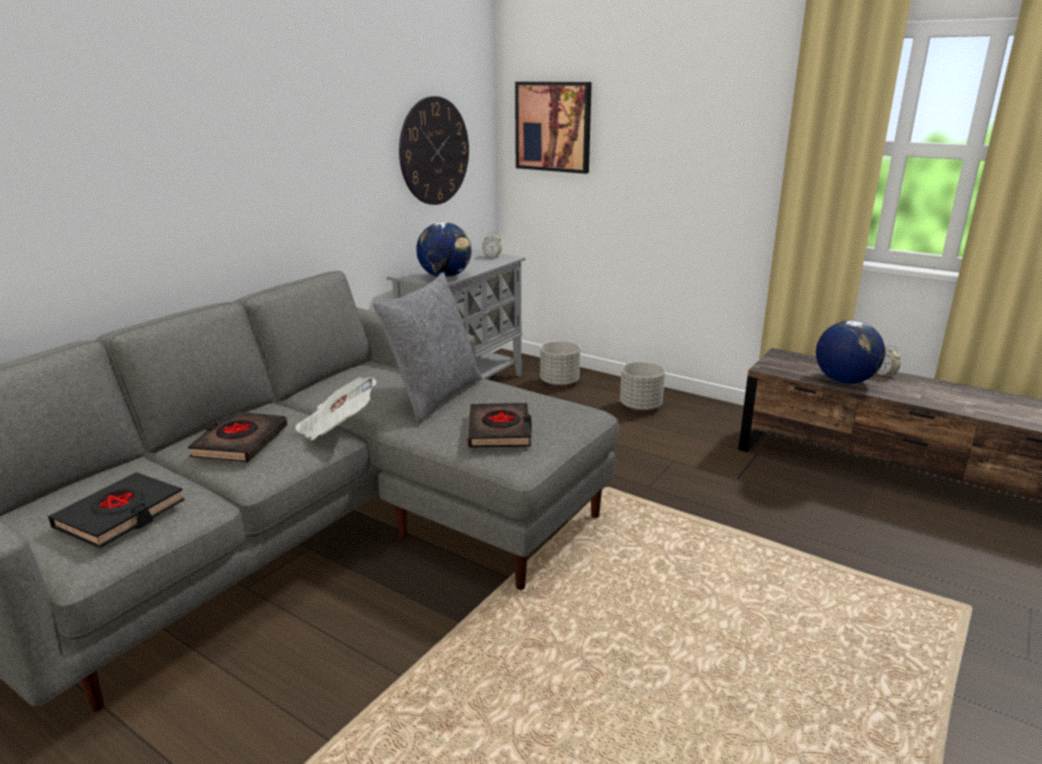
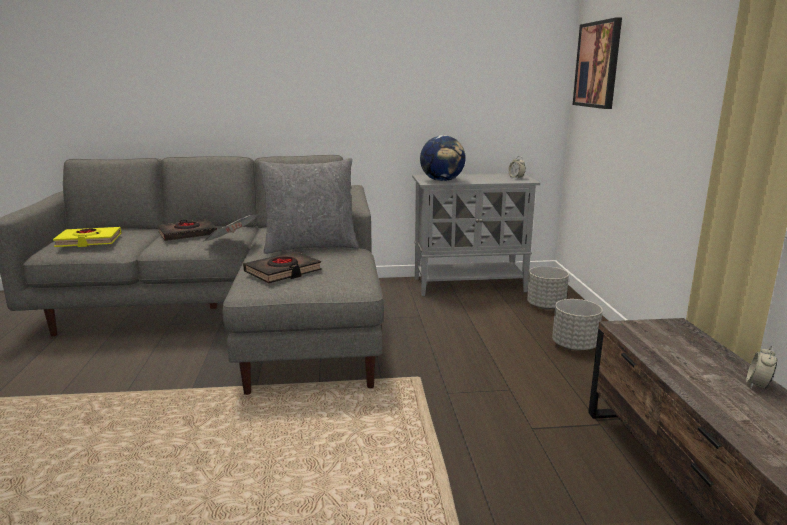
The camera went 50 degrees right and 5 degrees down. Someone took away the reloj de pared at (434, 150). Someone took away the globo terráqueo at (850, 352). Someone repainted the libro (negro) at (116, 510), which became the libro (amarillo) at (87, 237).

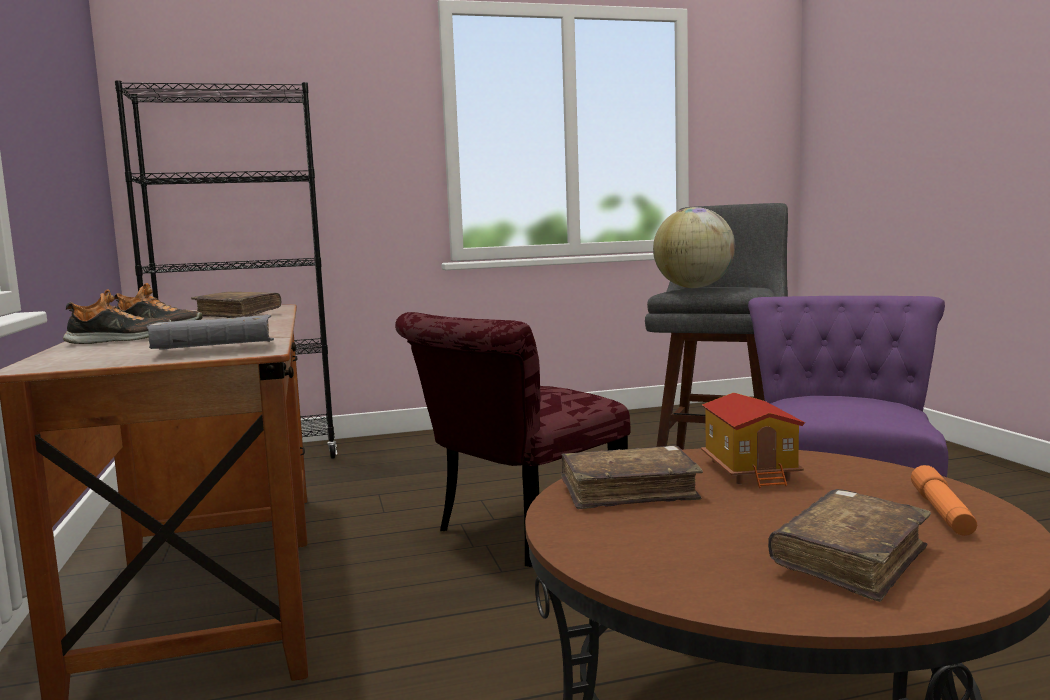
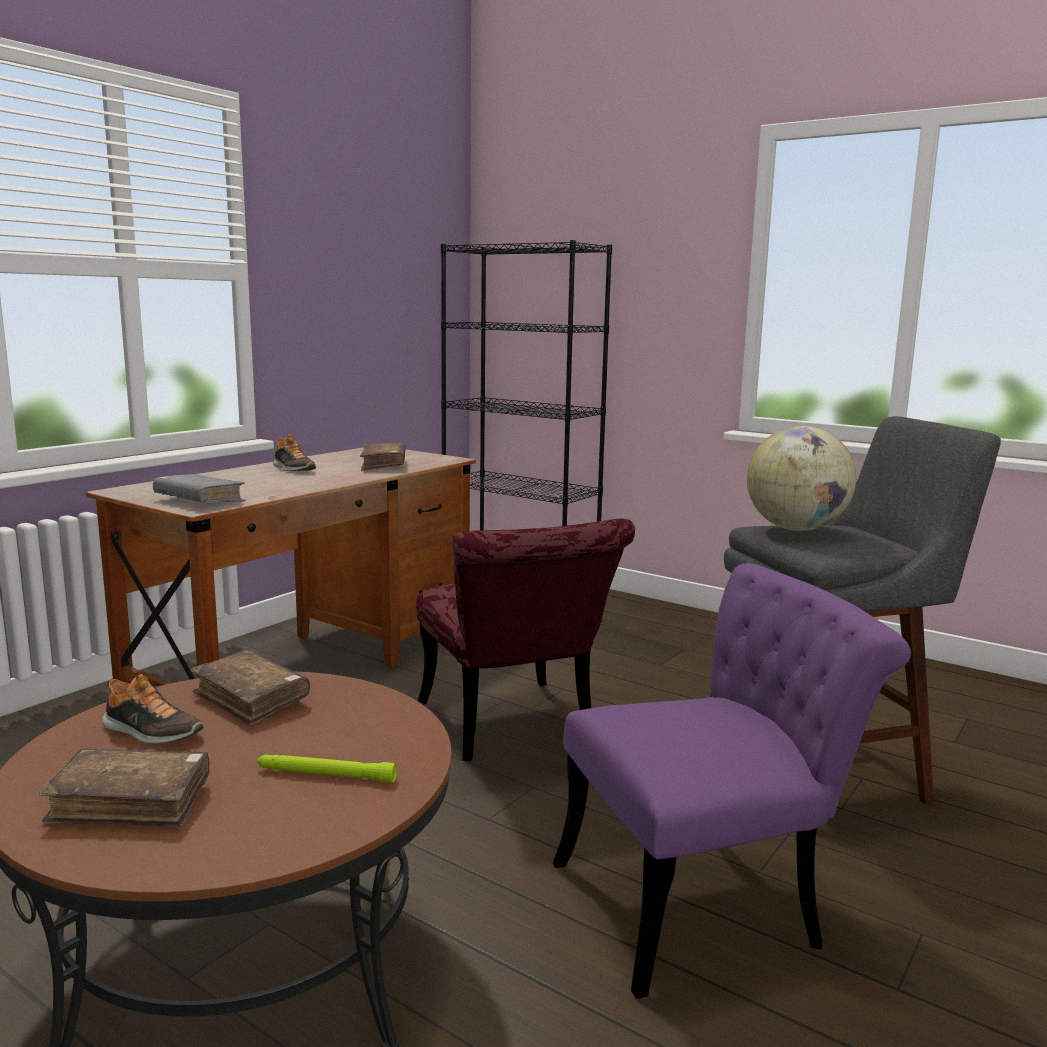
The camera went 50 degrees right and 5 degrees up. Someone took away the casita at (753, 440). Someone took away the linterna (naranja) at (944, 500). Someone put down the linterna (verde) at (327, 769). Someone carried the zapato from (117, 316) to (153, 709). Someone rotated the silla (rojo) at (513, 439) by 120 degrees counterclockwise.

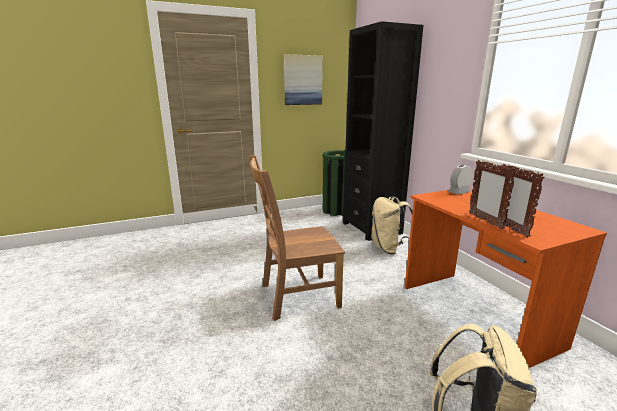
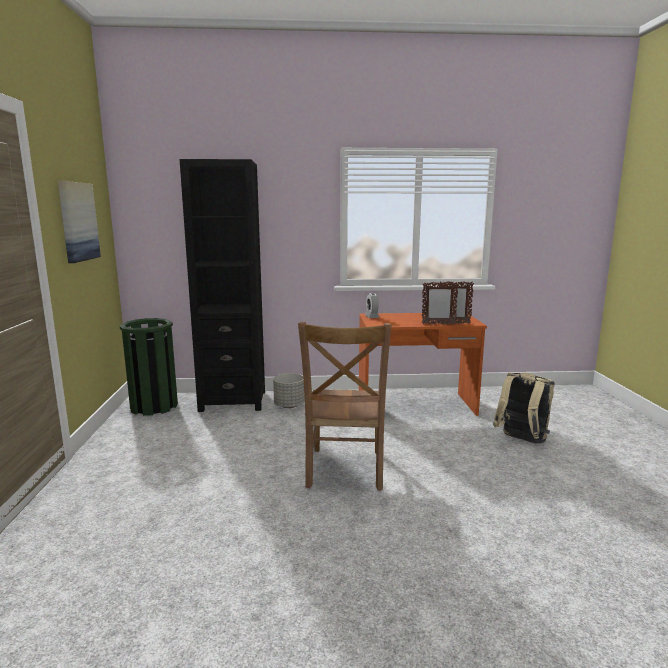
The camera went 70 degrees left and 5 degrees down. Someone swapped the mochila (beis) at (392, 225) for the maceta (gris) at (289, 390).

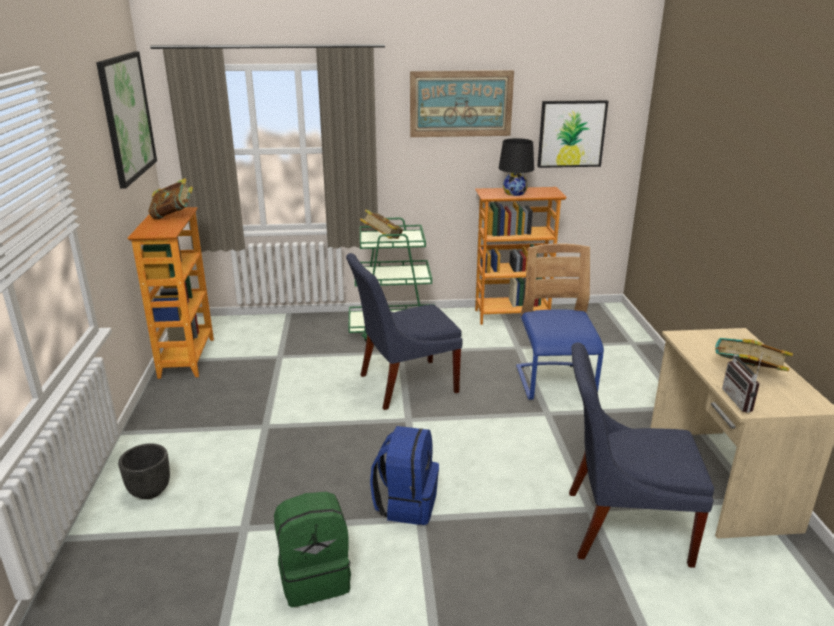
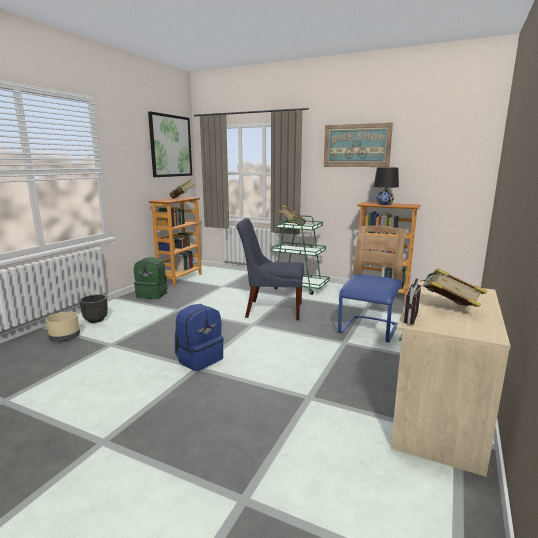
The camera went 30 degrees right and 10 degrees down. Someone took away the cuadro at (572, 134). Someone took away the silla (azul) at (641, 455). Someone put down the maceta (beis) at (63, 327). Someone carried the mochila (verde) from (312, 549) to (151, 278).

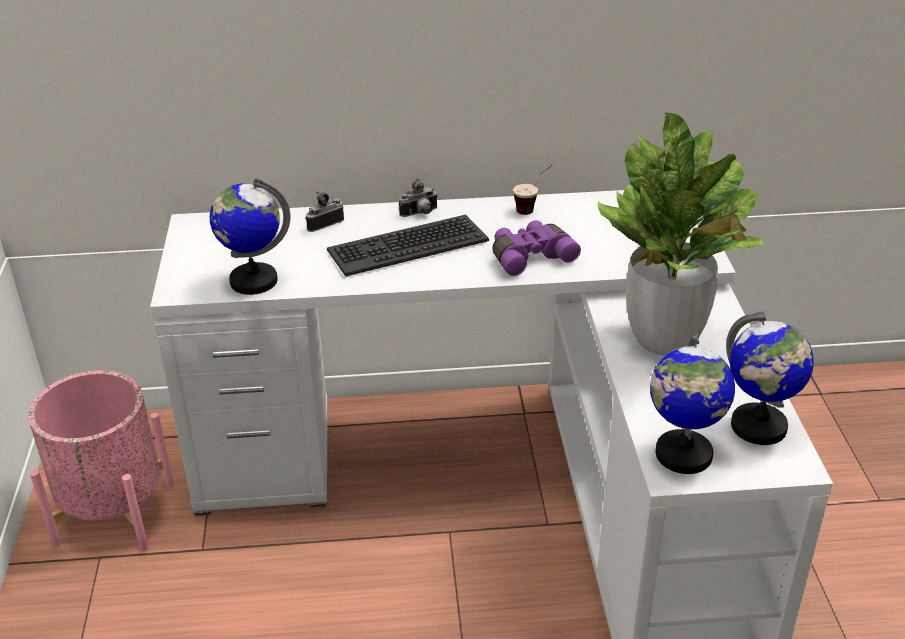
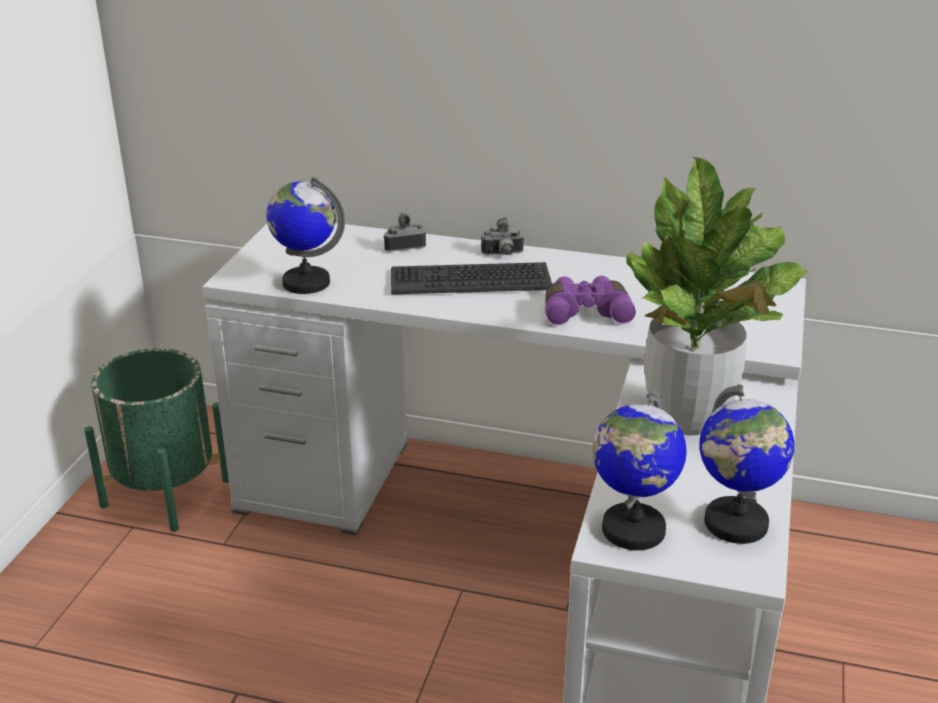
The camera went 20 degrees right and 5 degrees down. Someone took away the taza at (532, 190). Someone repainted the maceta (rosa) at (101, 460), which became the maceta (verde) at (156, 440).

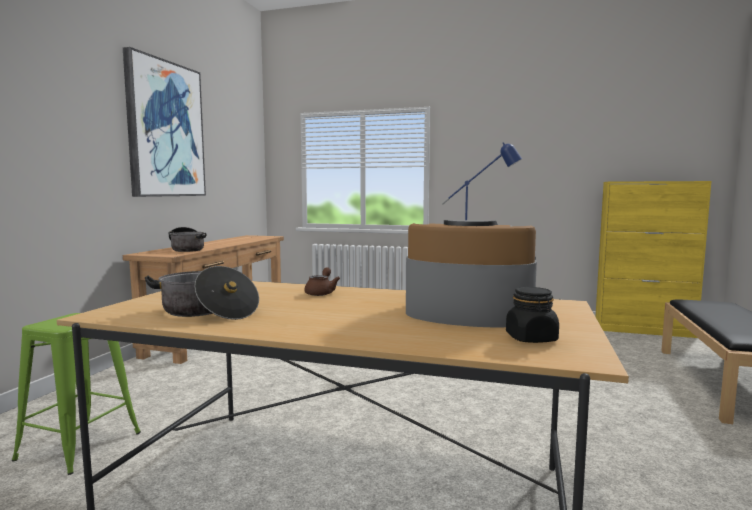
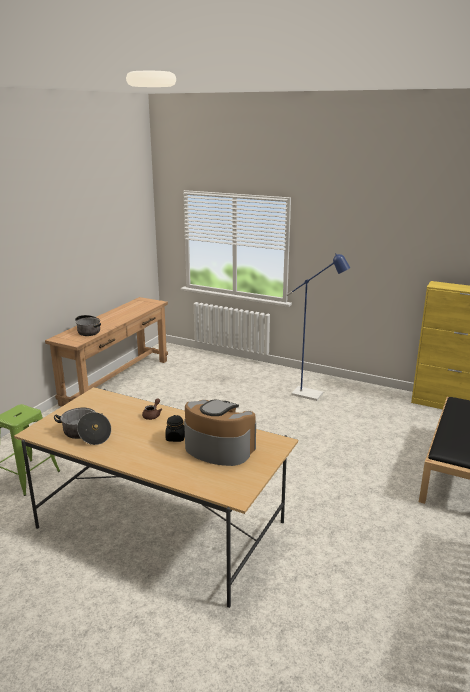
The camera went 10 degrees right and 15 degrees up. Someone took away the cuadro at (164, 122). Someone carried the tarro (negro) from (532, 315) to (175, 428).

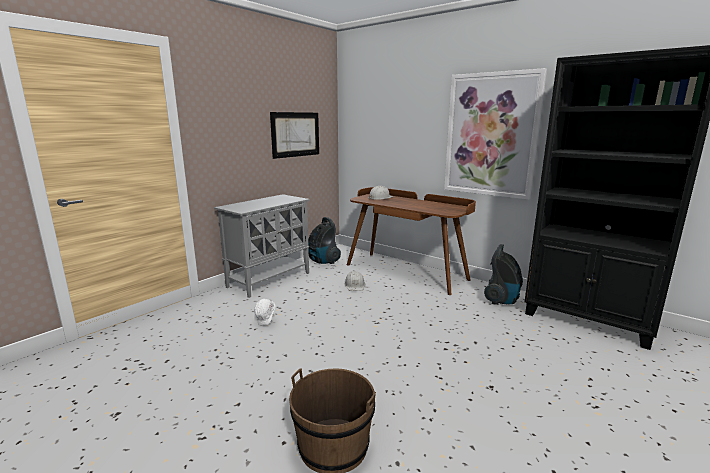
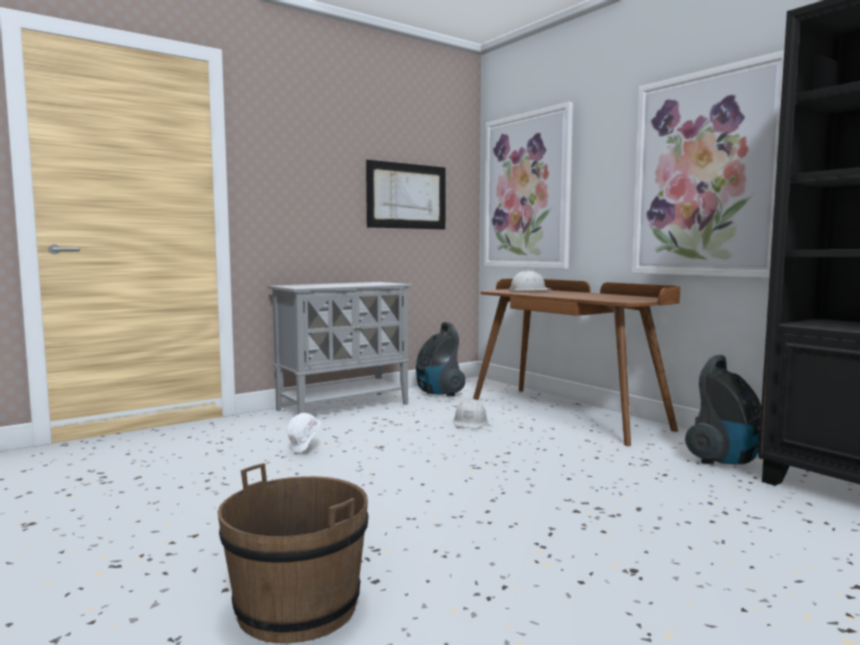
The camera went 15 degrees right and 10 degrees down. Someone put up the cuadro at (528, 185).

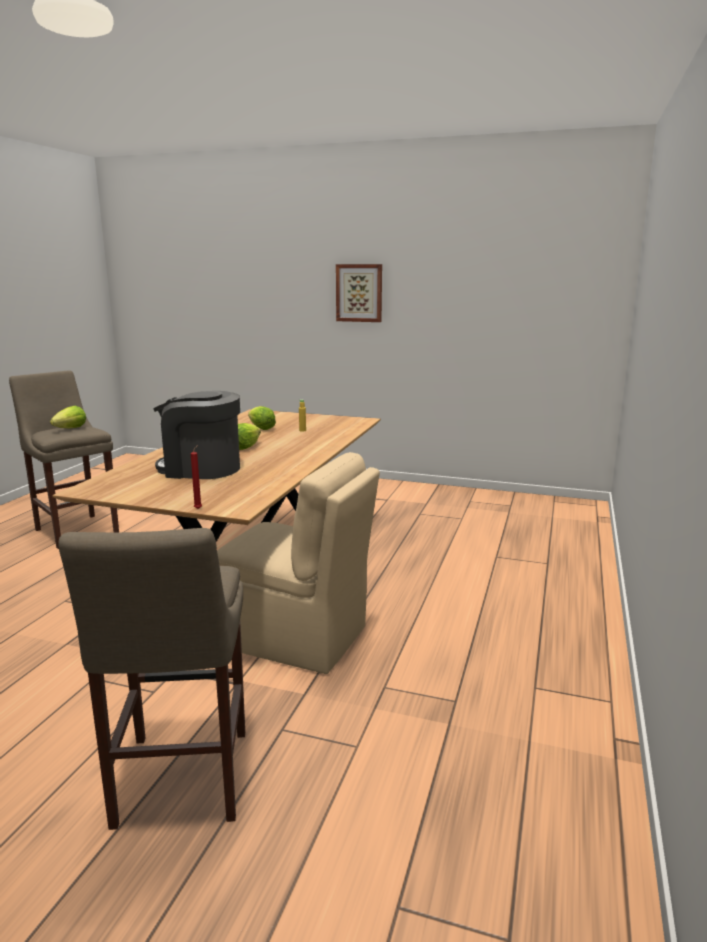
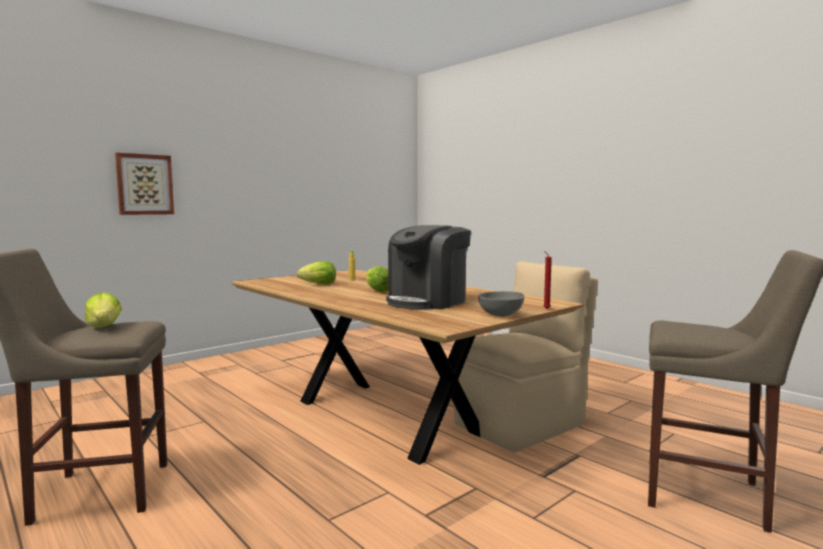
The camera went 60 degrees left and 10 degrees down. Someone put down the cuenco (gris) at (501, 303). Someone carried the cuadro from (359, 293) to (144, 183).

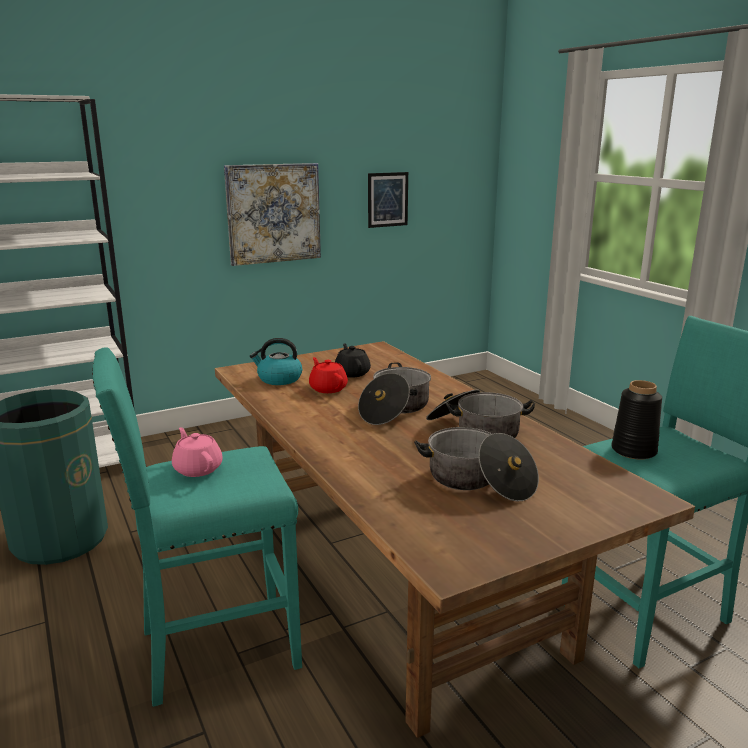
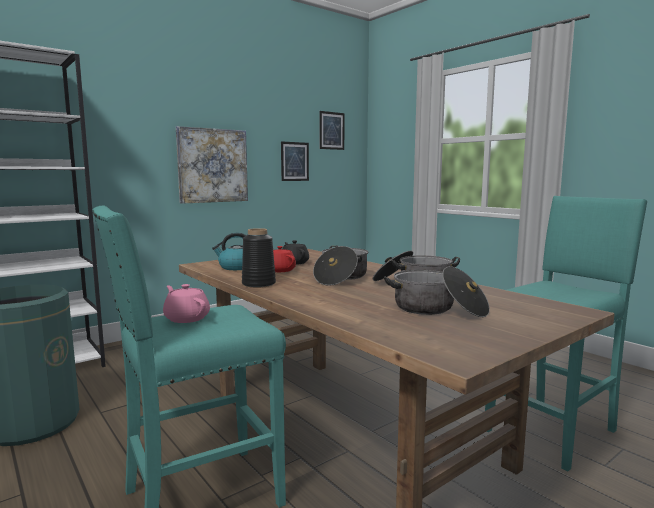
The camera went 10 degrees left and 10 degrees down. Someone put up the cuadro at (332, 130). Someone carried the florero (negro) from (636, 420) to (259, 258).

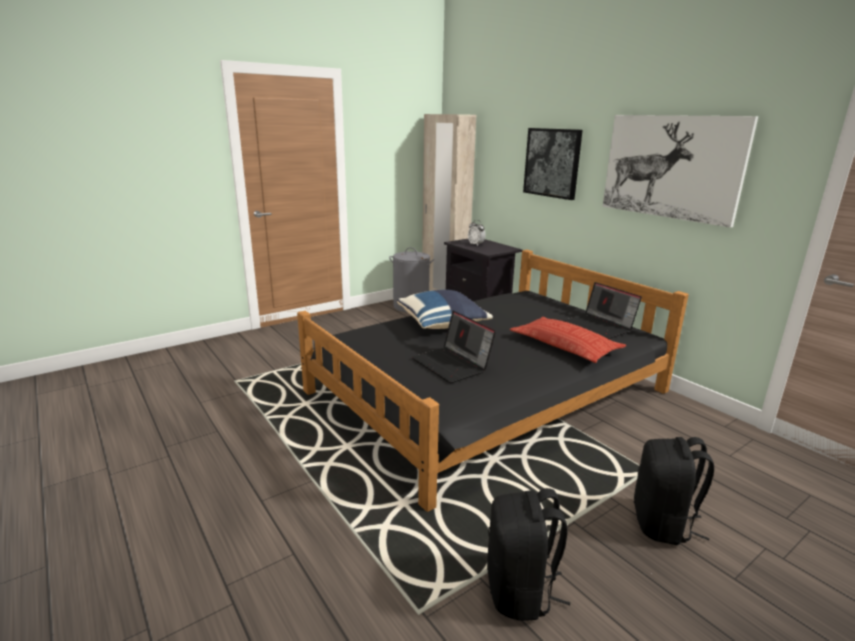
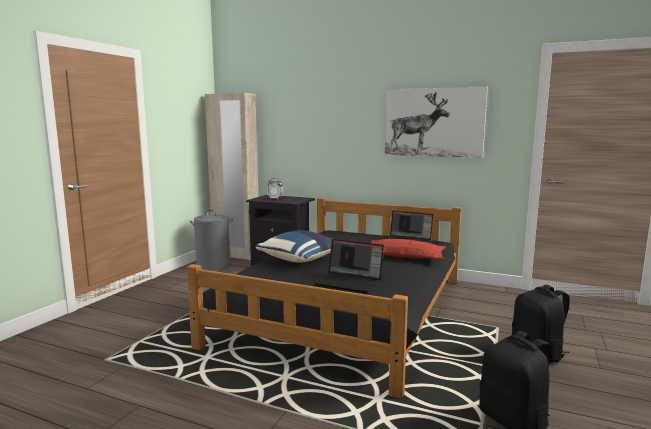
The camera went 30 degrees left and 10 degrees down. Someone took away the cuadro at (553, 164).

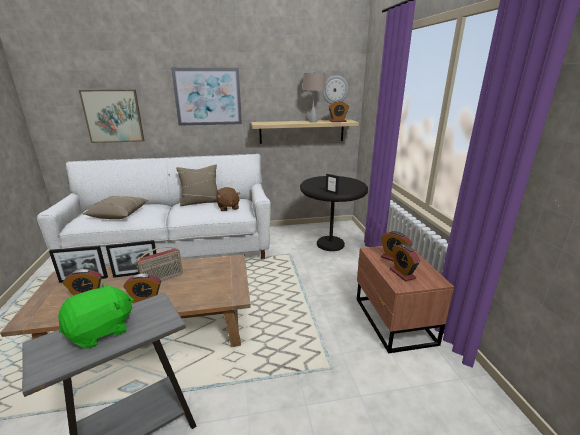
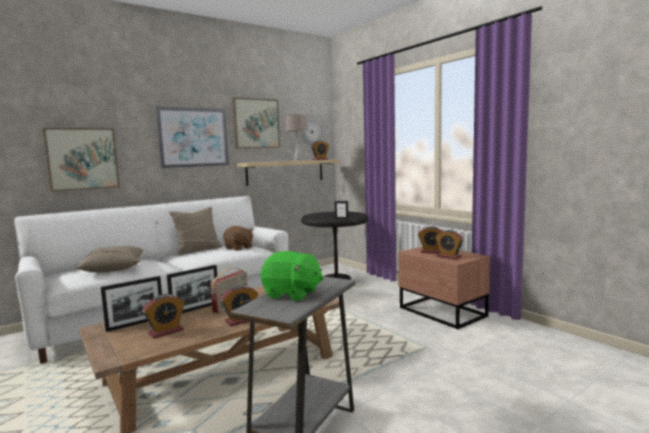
The camera went 25 degrees left and 15 degrees down. Someone put up the cuadro at (256, 123). Someone rotated the peluche (verde) at (96, 315) by 90 degrees clockwise.

